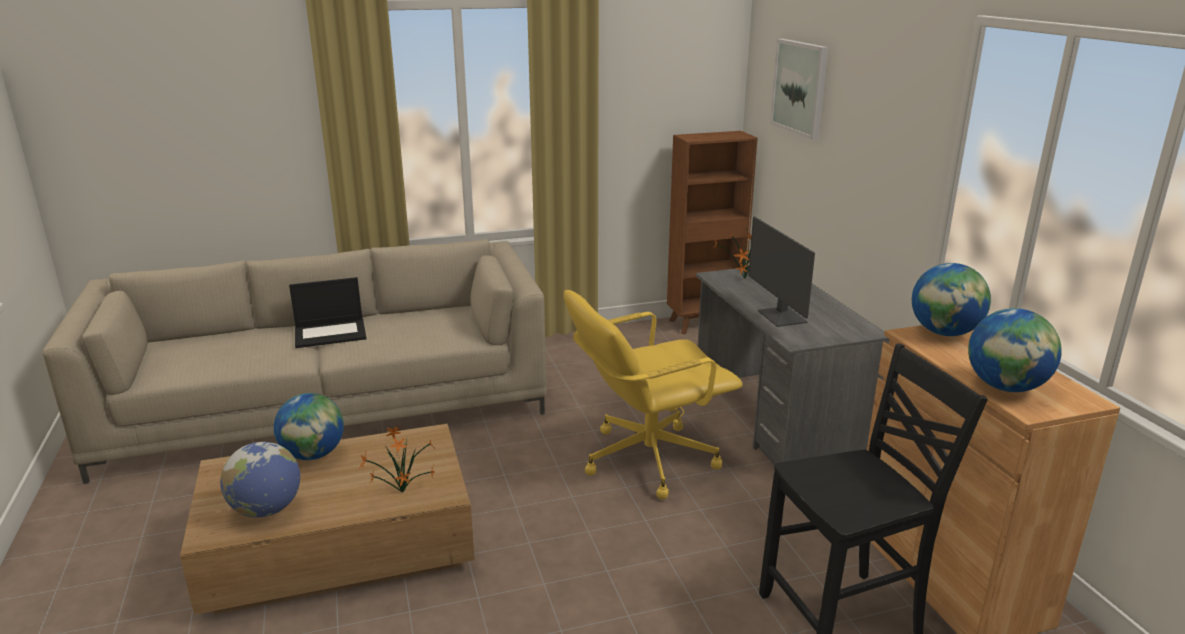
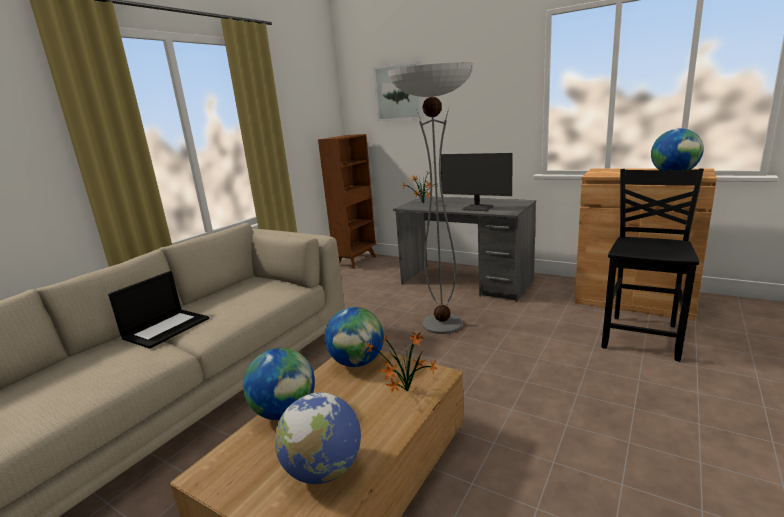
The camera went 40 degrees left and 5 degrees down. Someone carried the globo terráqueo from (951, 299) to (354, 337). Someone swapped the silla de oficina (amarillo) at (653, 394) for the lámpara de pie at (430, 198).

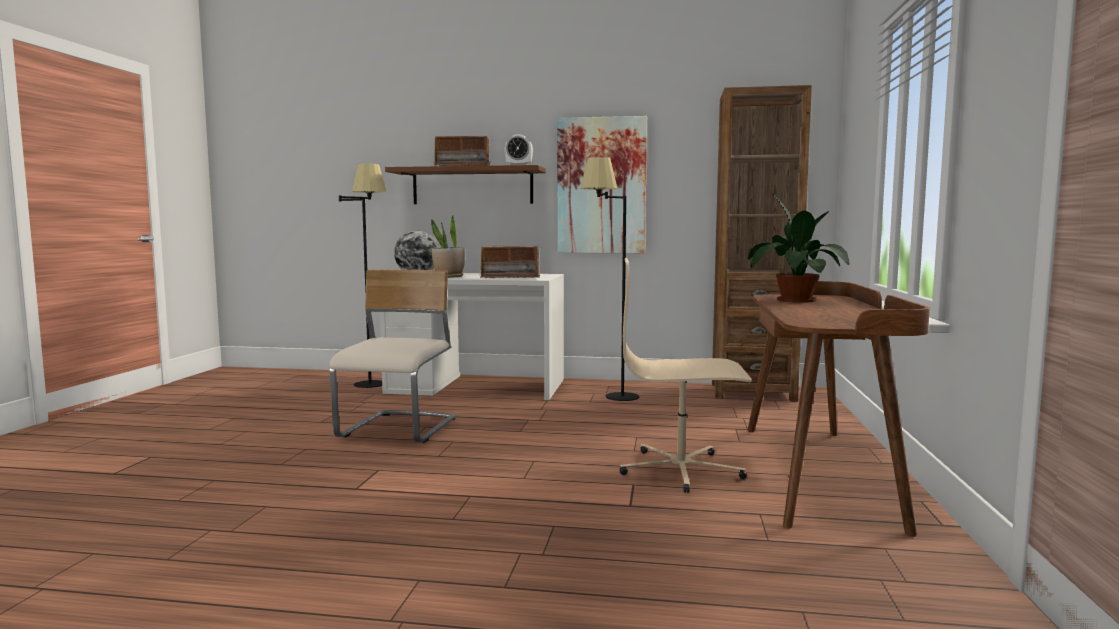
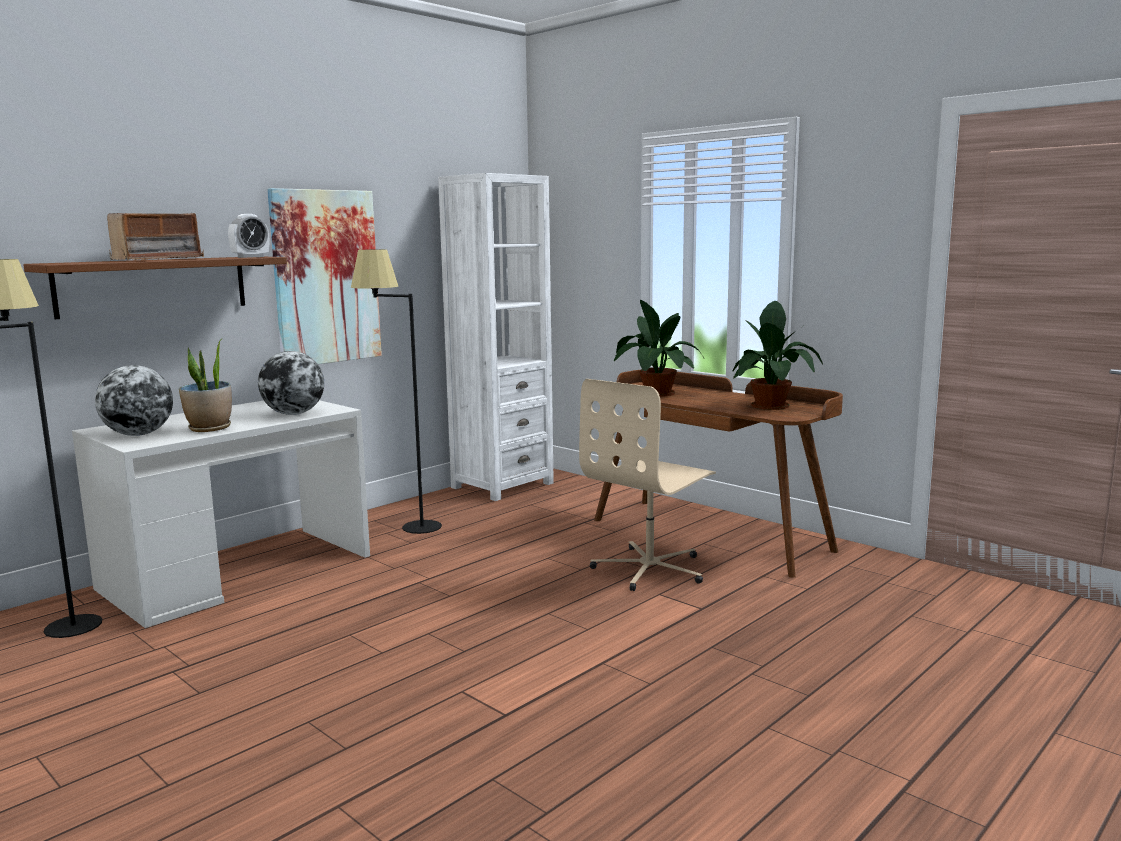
The camera went 55 degrees left and 5 degrees up. Someone took away the silla (beis) at (392, 356). Someone put down the planta en maceta at (778, 355). Someone swapped the radio at (510, 262) for the globo terráqueo at (291, 383). Someone repainted the estantería (marrón) at (762, 243), which became the estantería (blanco) at (496, 337).

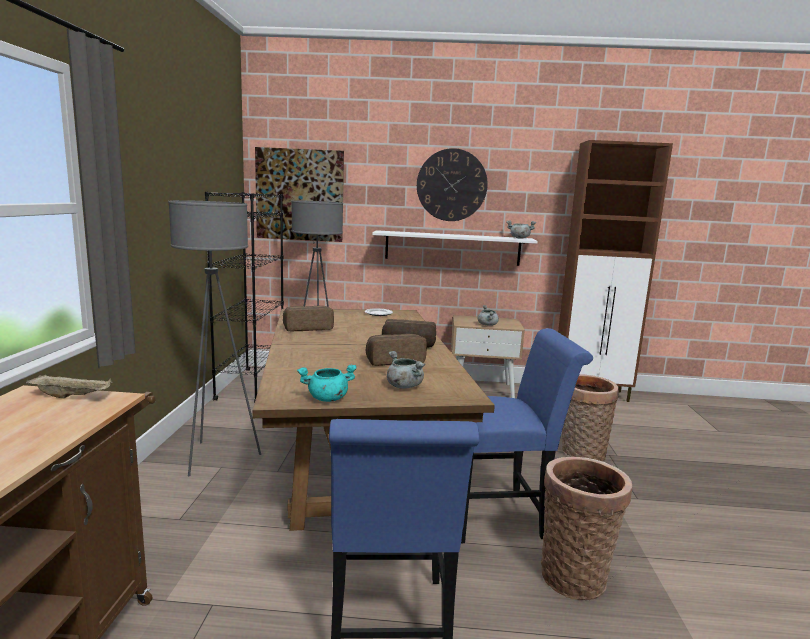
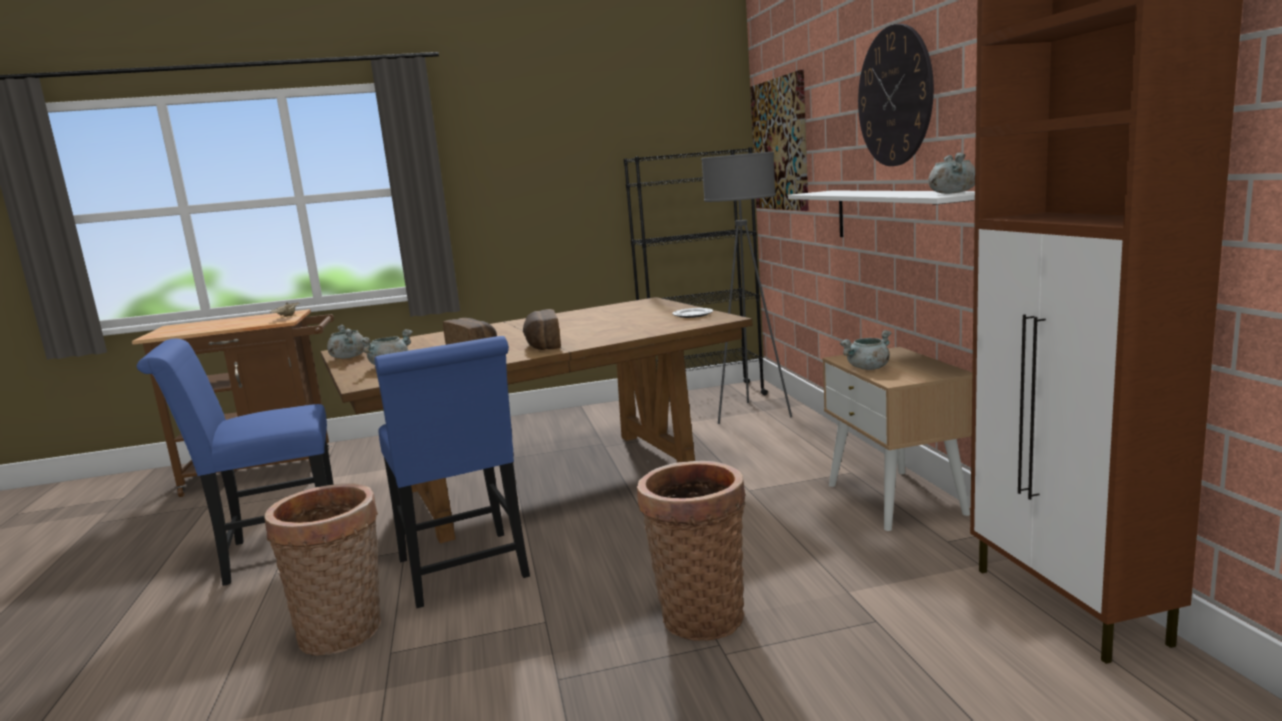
The camera went 75 degrees right and 0 degrees up. Someone took away the lámpara de pie (gris) at (214, 338). Someone took away the pan at (308, 318). Someone repainted the olla (turquesa) at (327, 383), which became the olla (gris) at (346, 342).

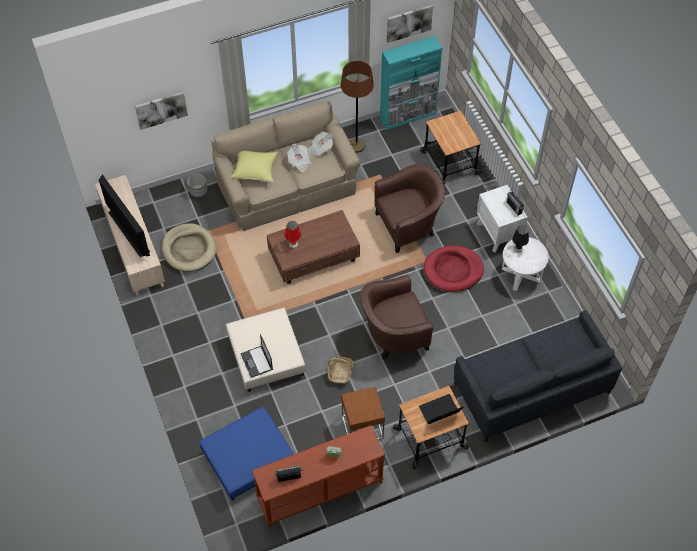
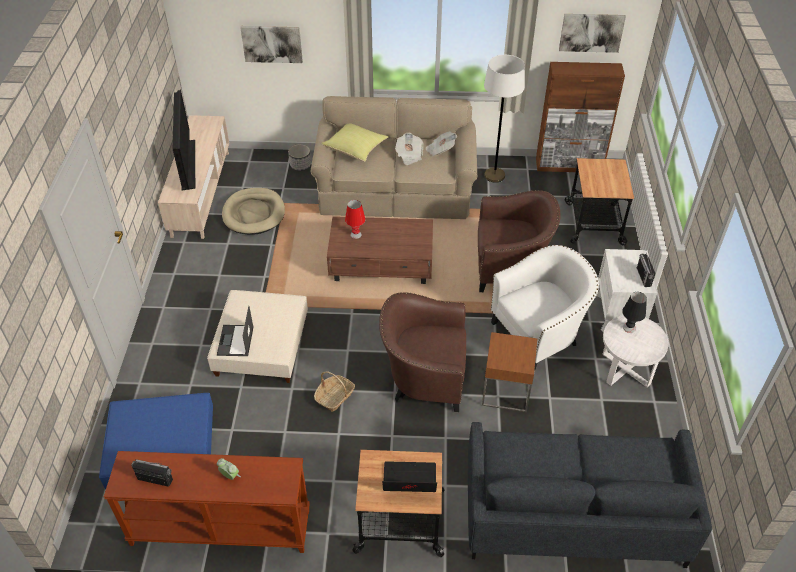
The camera went 25 degrees right and 10 degrees down. Someone carried the mesa auxiliar (marrón) from (363, 413) to (509, 372). Someone swapped the cama para perro (rojo) at (454, 269) for the sillón (blanco) at (545, 308). Someone repainted the lámpara de pie (marrón) at (357, 107), which became the lámpara de pie (blanco) at (504, 119). Someone repainted the armario (turquesa) at (411, 83), which became the armario (marrón) at (580, 117).

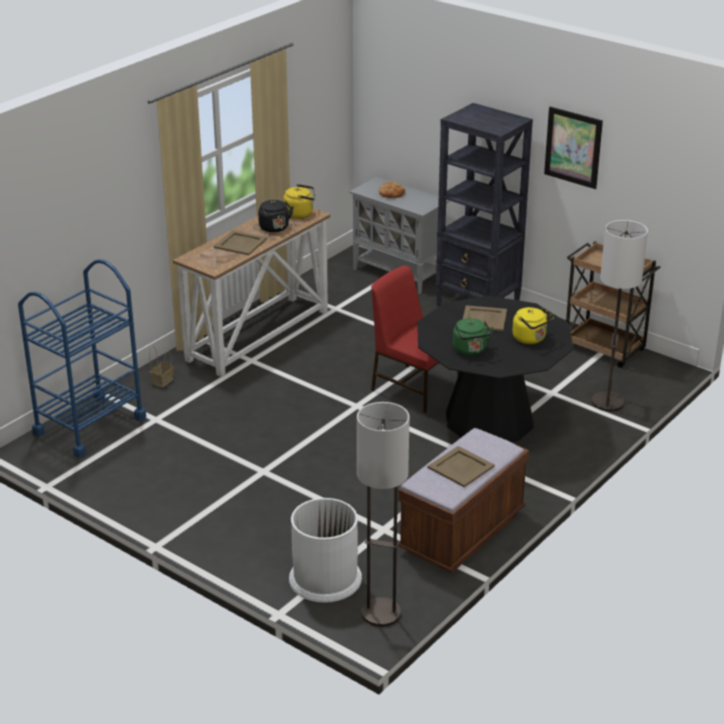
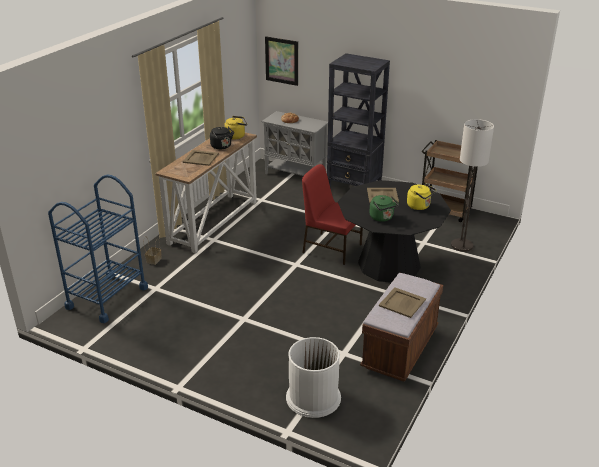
The camera went 10 degrees left and 0 degrees up. Someone took away the lámpara de pie at (383, 514). Someone carried the cuadro from (573, 148) to (281, 61).

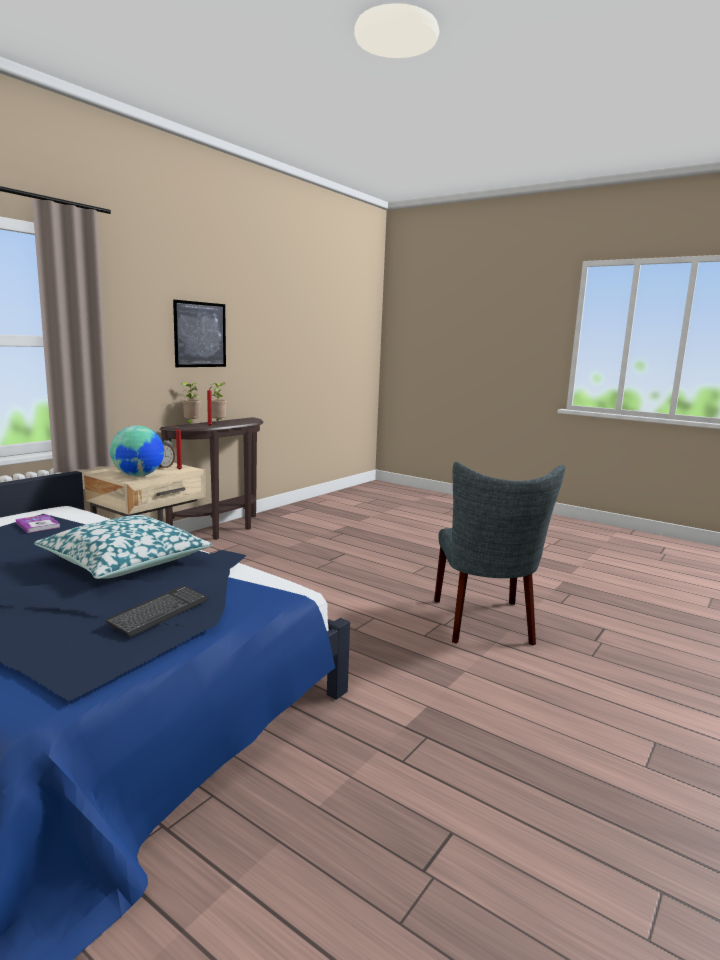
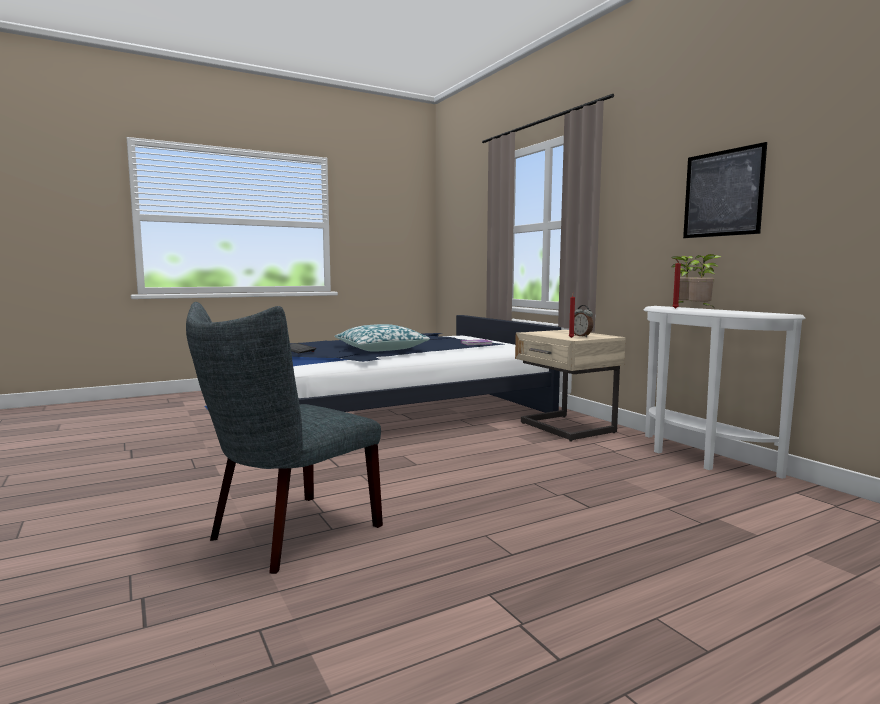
The camera went 115 degrees right and 5 degrees down. Someone took away the globo terráqueo at (137, 451). Someone repainted the mesa consola (marrón) at (211, 478), which became the mesa consola (blanco) at (724, 392). Someone rotated the silla (gris) at (499, 553) by 75 degrees counterclockwise.

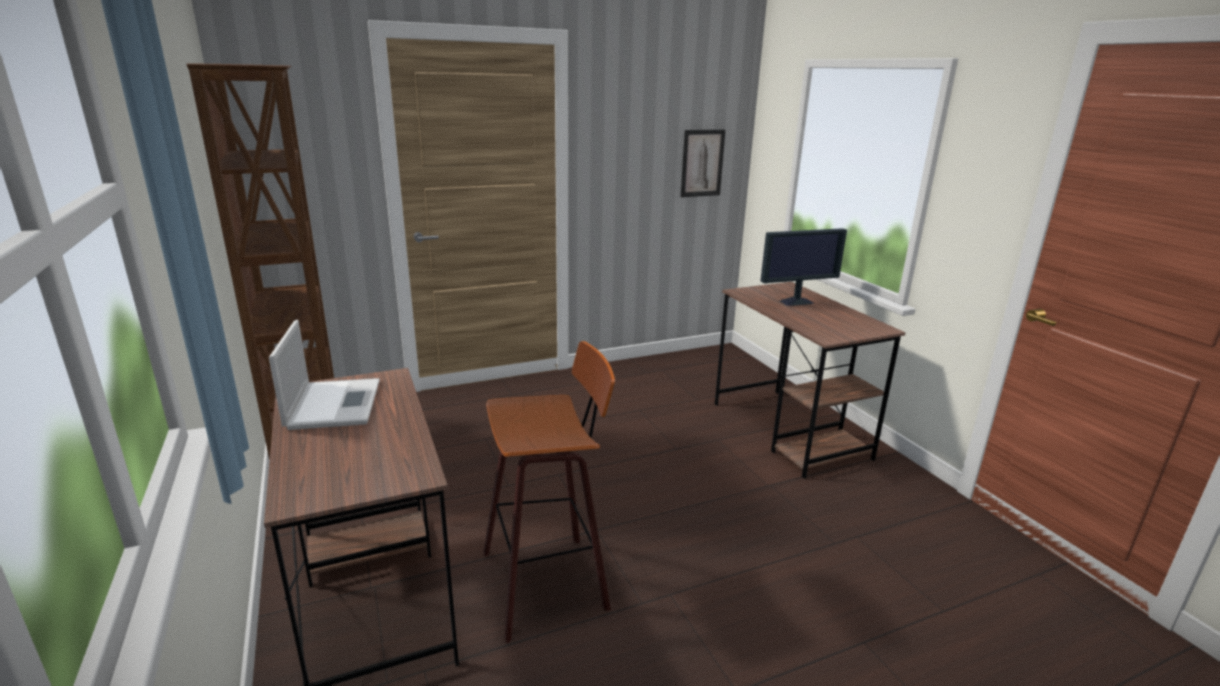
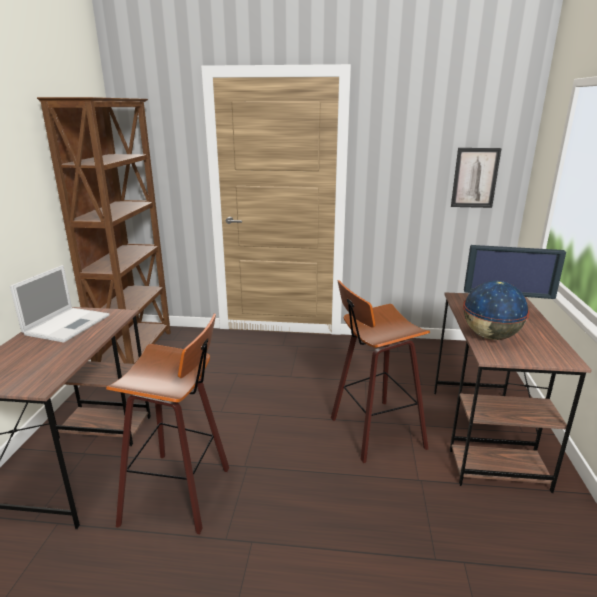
The camera went 30 degrees right and 0 degrees up. Someone put down the taburete at (380, 371). Someone put down the globo terráqueo at (496, 310).

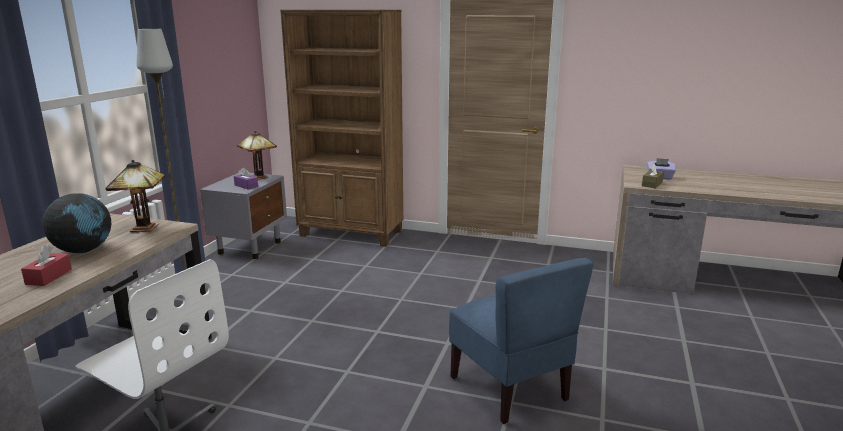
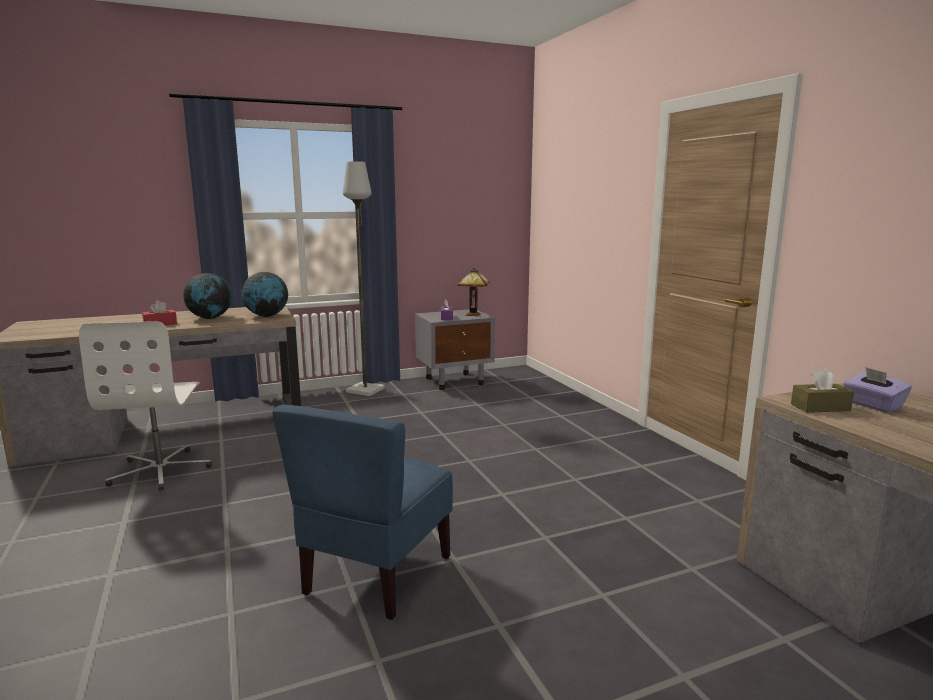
The camera went 50 degrees right and 5 degrees down. Someone took away the estantería (marrón) at (342, 128). Someone swapped the lámpara de mesa at (135, 196) for the globo terráqueo at (265, 294).

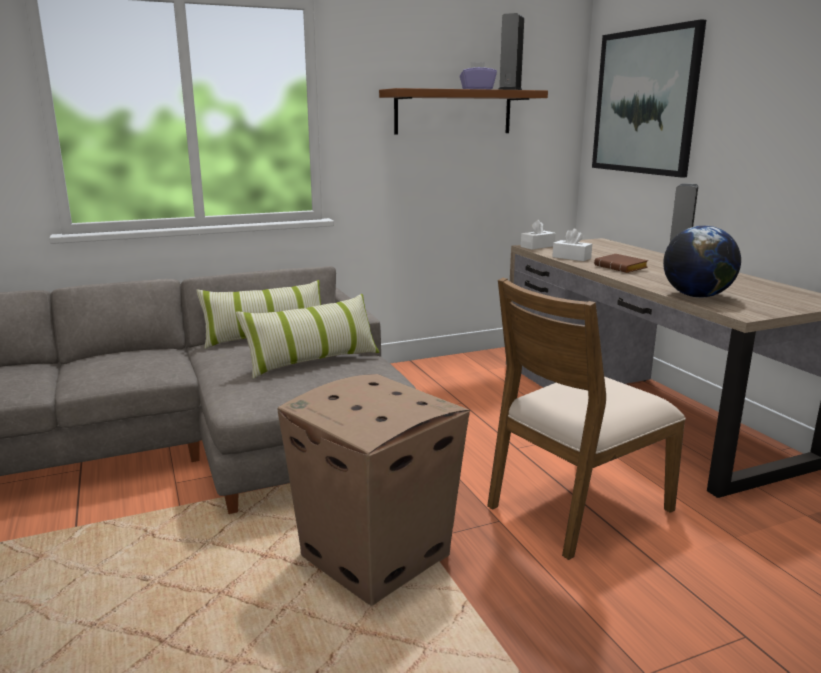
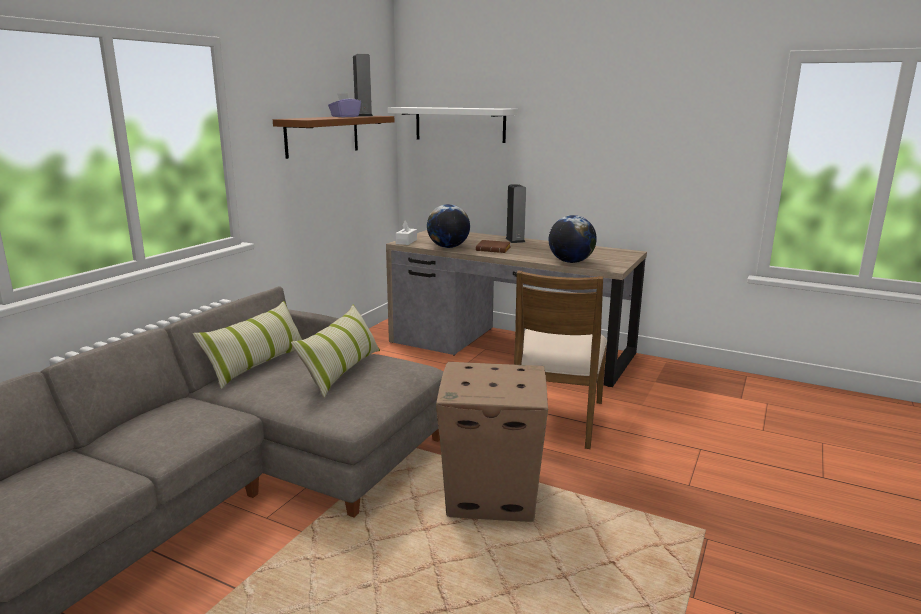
The camera went 40 degrees left and 0 degrees up. Someone swapped the caja de pañuelos (blanco) at (572, 245) for the globo terráqueo at (448, 226). Someone swapped the cuadro at (649, 98) for the estante (blanco) at (452, 125).

